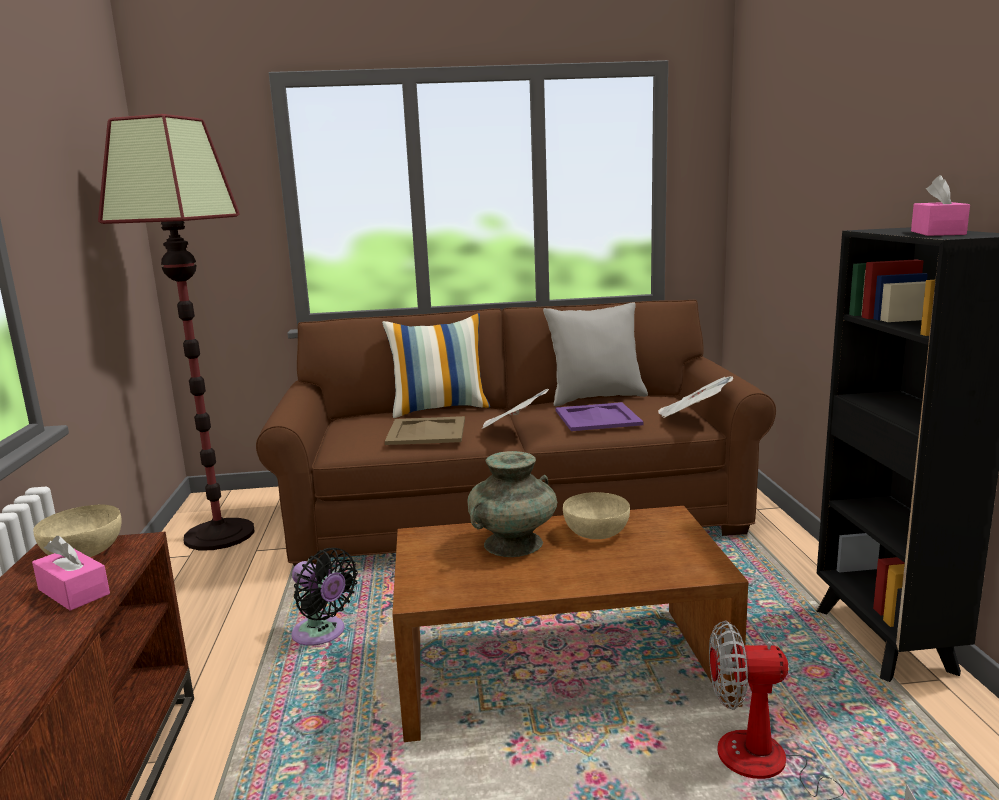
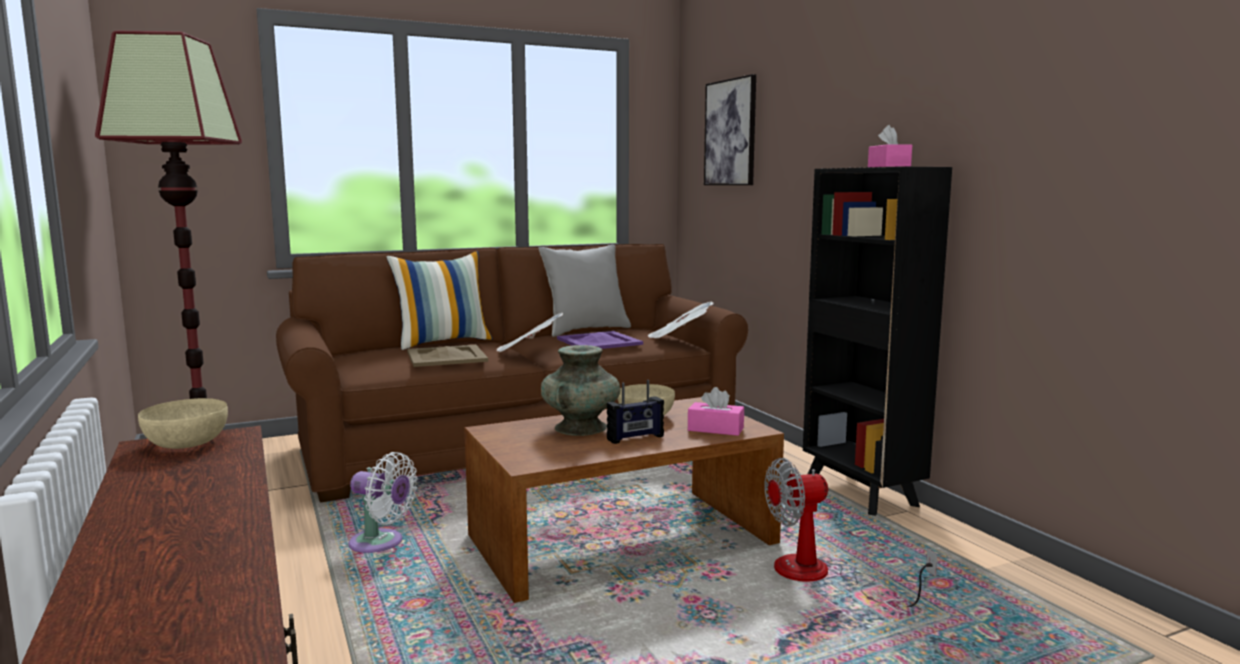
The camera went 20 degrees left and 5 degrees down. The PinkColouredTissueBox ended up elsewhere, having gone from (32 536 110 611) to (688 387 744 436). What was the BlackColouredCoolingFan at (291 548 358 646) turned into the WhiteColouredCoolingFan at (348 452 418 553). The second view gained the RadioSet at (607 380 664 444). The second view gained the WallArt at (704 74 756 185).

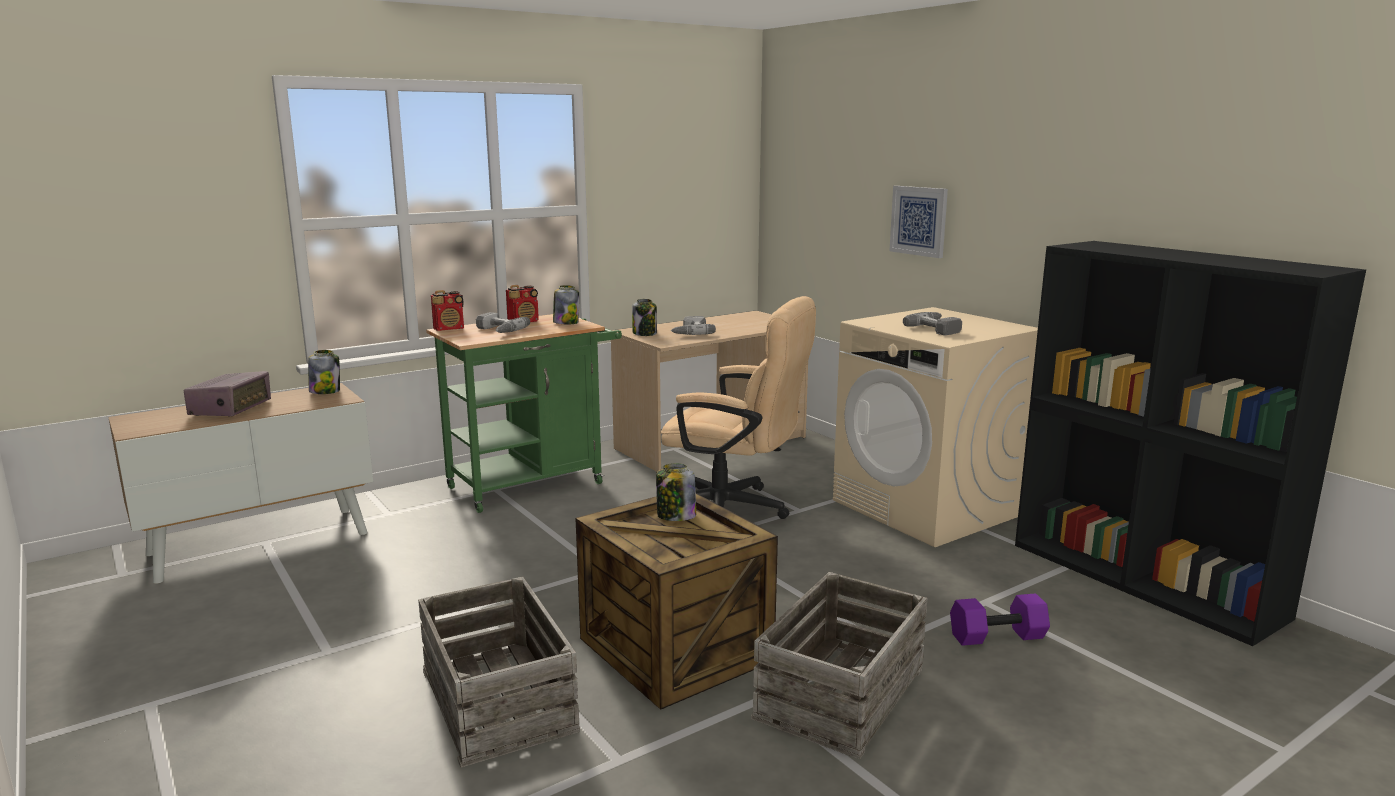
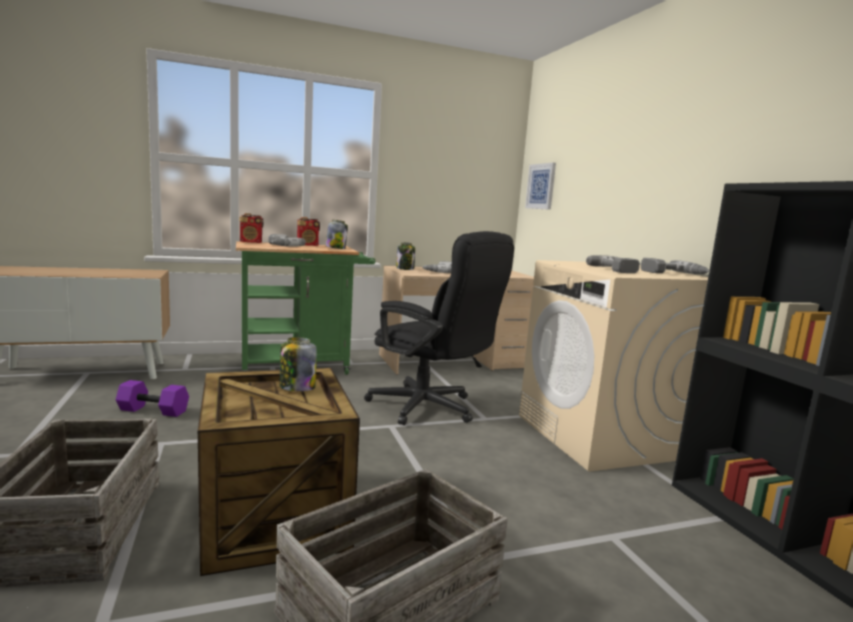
The camera went 15 degrees right and 5 degrees down. The second view lost the RadioSet at (184 371 271 417). The second view lost the PreserveJar at (308 350 340 394). What was the BeigeColouredComputerChair at (661 296 816 519) turned into the BlackColouredComputerChair at (364 231 514 425). The WallArt ended up elsewhere, having gone from (890 186 948 258) to (525 163 556 210). The PurplishDumbbell ended up elsewhere, having gone from (950 593 1050 646) to (116 380 189 417). The second view gained the PowerDrill at (641 258 709 274).

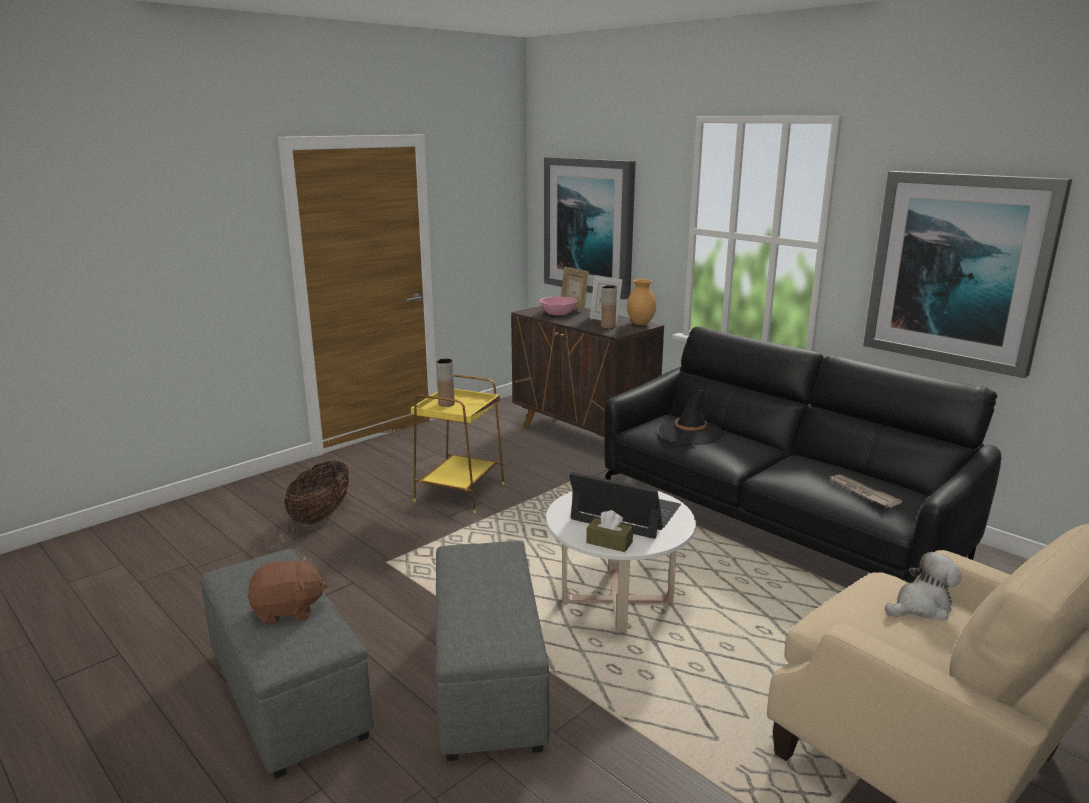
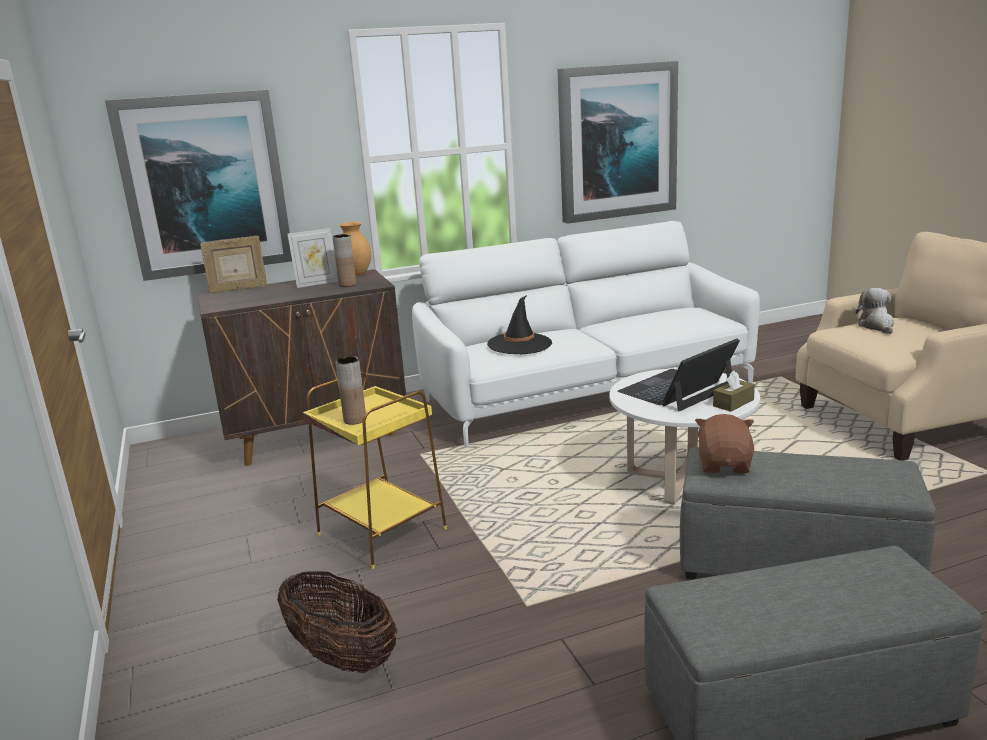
The camera went 65 degrees left and 0 degrees up. The BrownColouredPlushToy ended up elsewhere, having gone from (247 556 328 625) to (695 414 754 474). The second view lost the PinkColouredDeepDish at (540 297 577 315). What was the BlackColouredSofa at (604 327 1001 583) turned into the WhiteColouredSofa at (412 221 760 447). The second view lost the DailyPaper at (830 474 902 507).

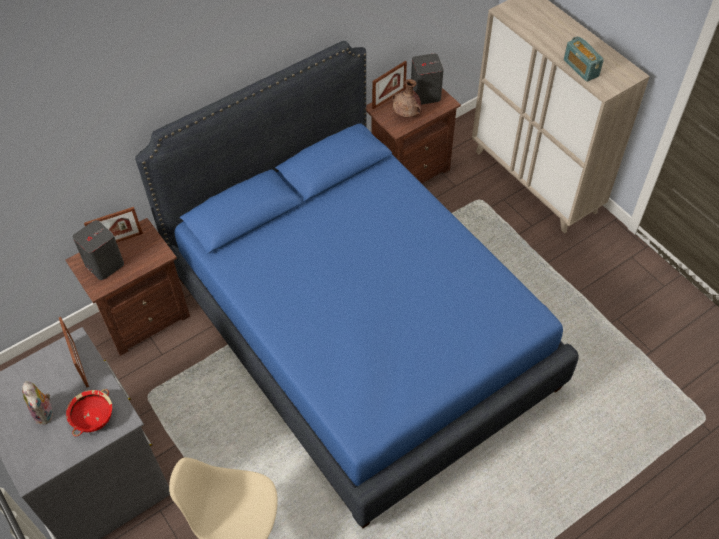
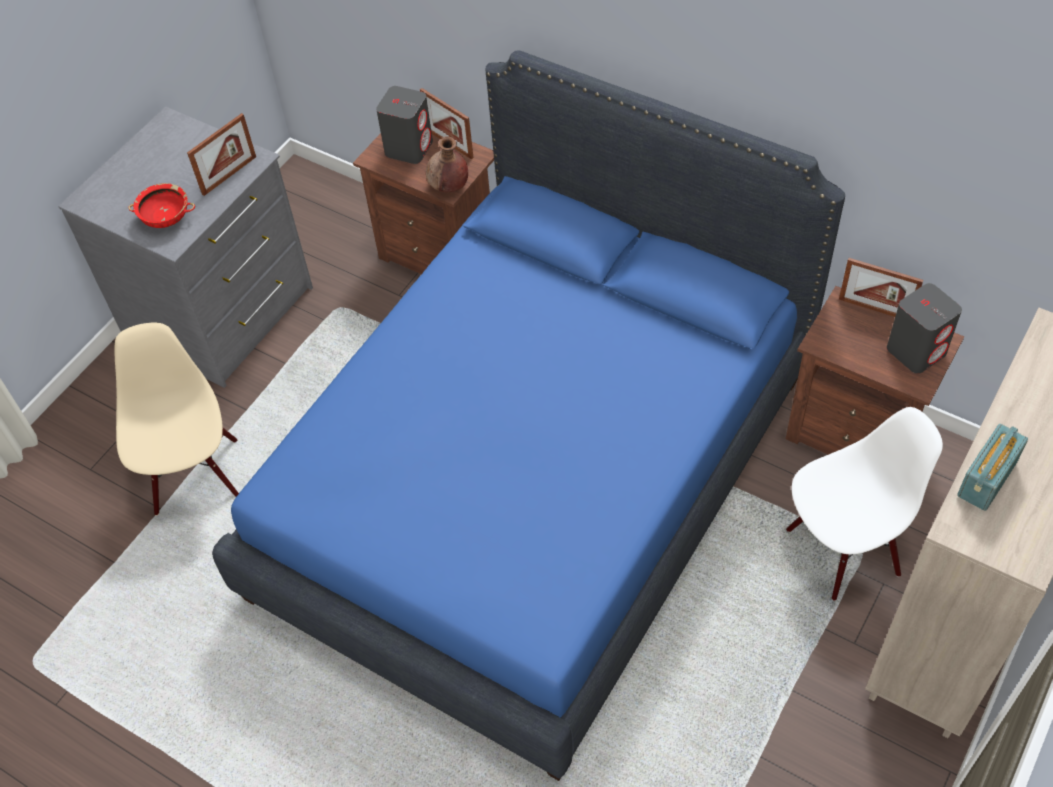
The camera went 70 degrees right and 0 degrees up. The second view lost the PlushToy at (22 381 54 425). The BrownColouredDecorativeVase ended up elsewhere, having gone from (392 79 422 118) to (426 136 468 192). The second view gained the WhiteColouredUprightChair at (786 407 943 601).

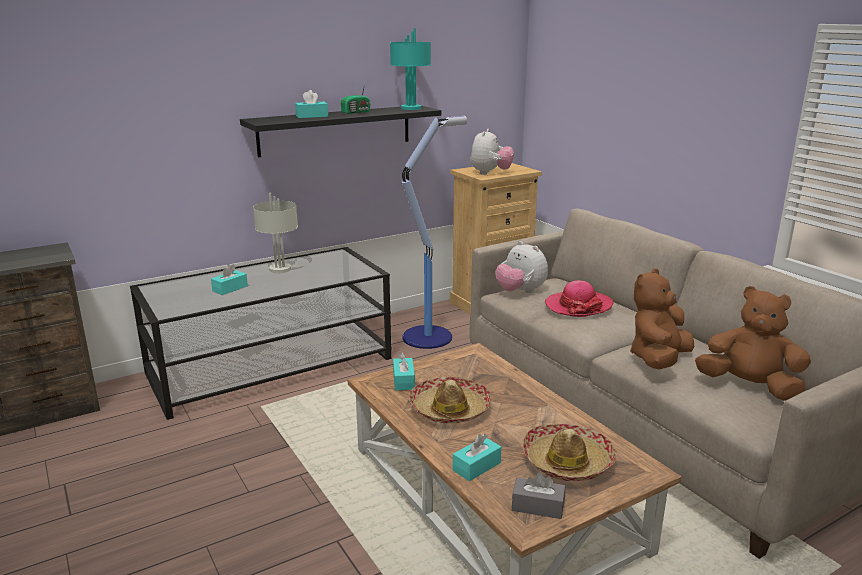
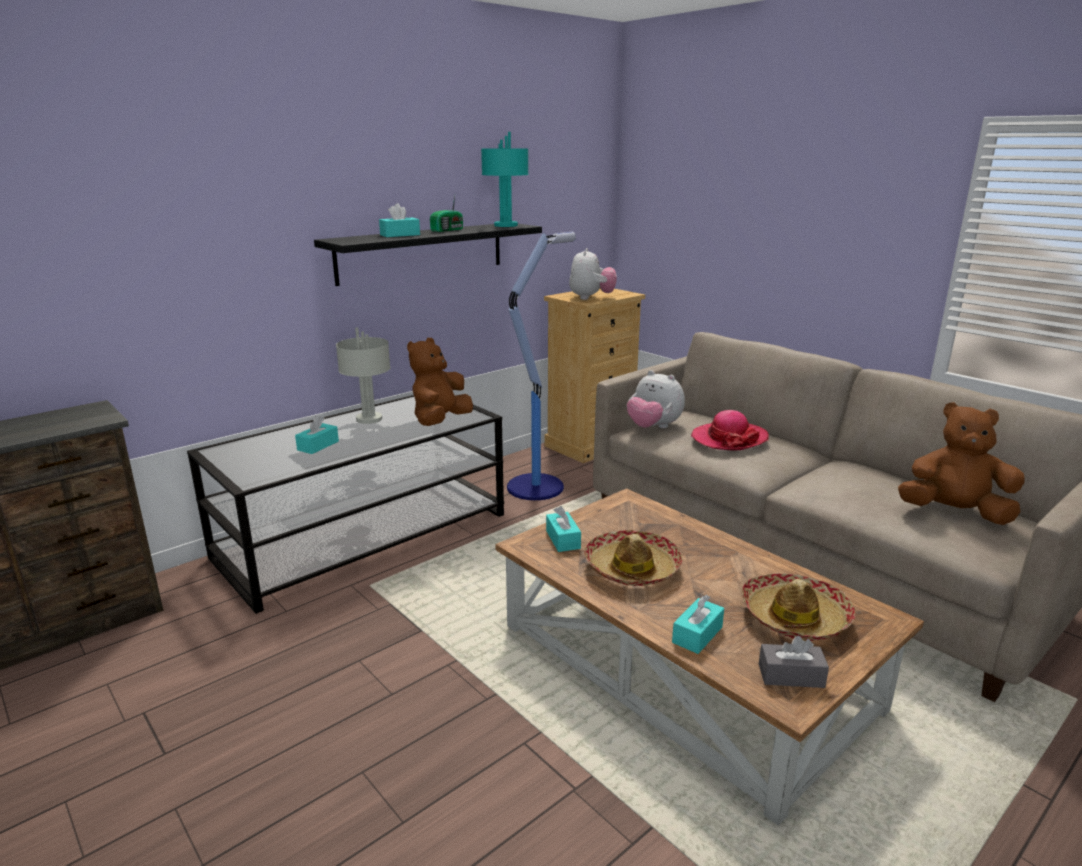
The camera went 10 degrees left and 0 degrees up. The BrownColouredPlushToy ended up elsewhere, having gone from (630 268 694 370) to (407 338 473 426).

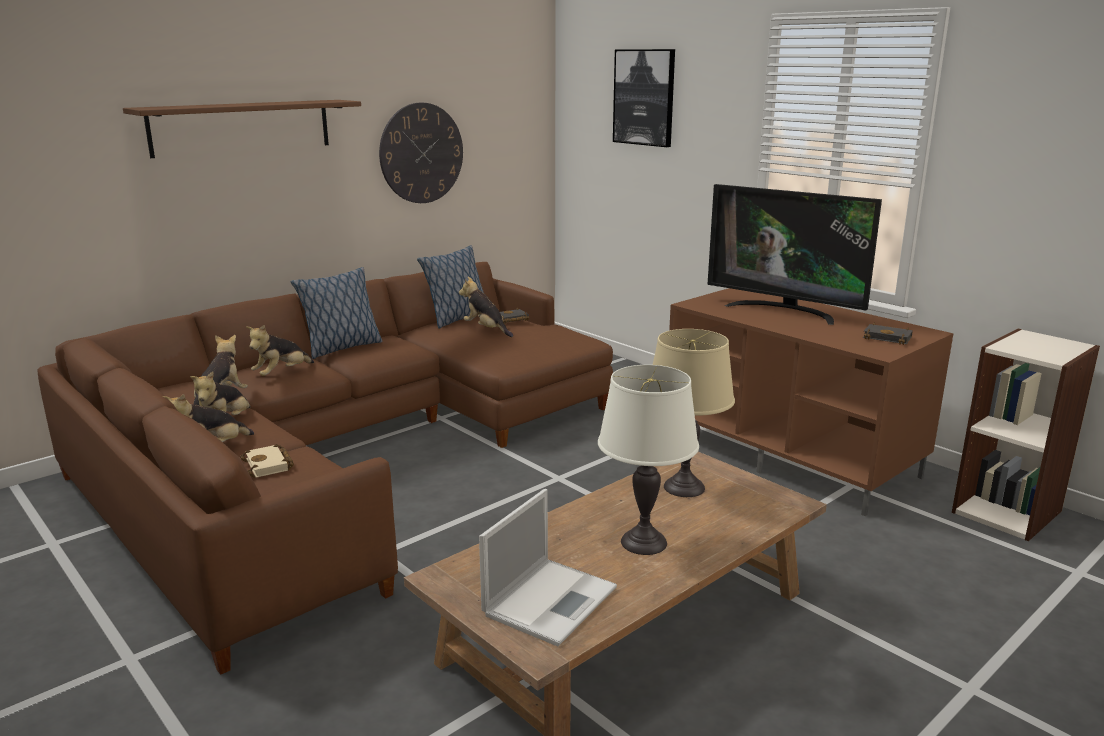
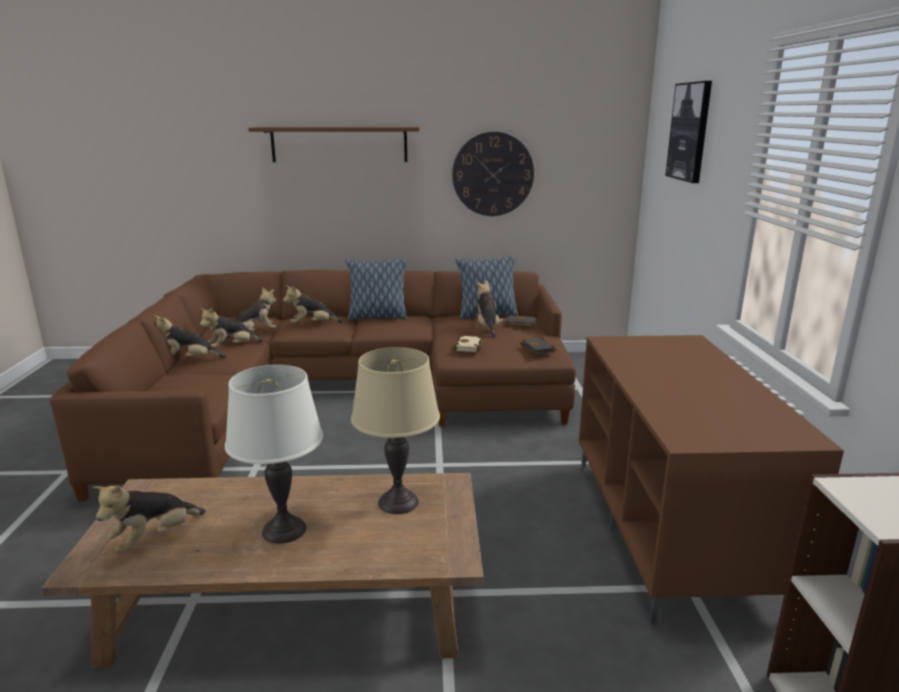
The camera went 40 degrees right and 0 degrees up. The BeigeColouredVolume ended up elsewhere, having gone from (240 444 294 478) to (453 335 484 352). Where the PortableComputer stood at (479 489 617 647), the PlushToy came to stand at (92 485 206 553). The second view lost the TvSet at (707 184 882 325). The BlackColouredVolume ended up elsewhere, having gone from (863 323 913 345) to (520 337 556 355).

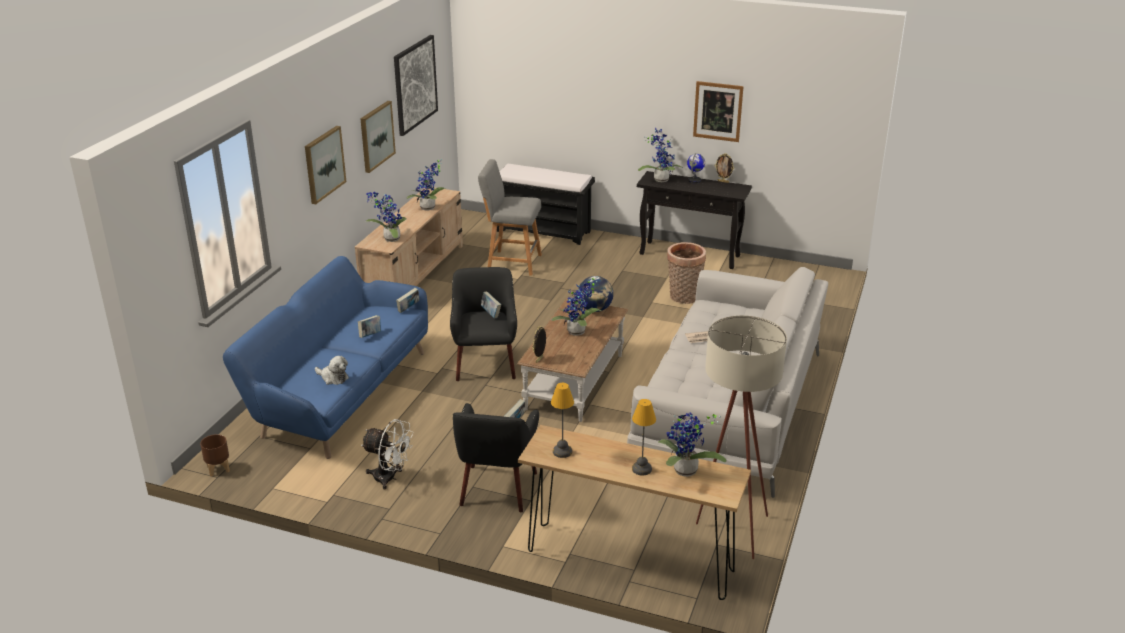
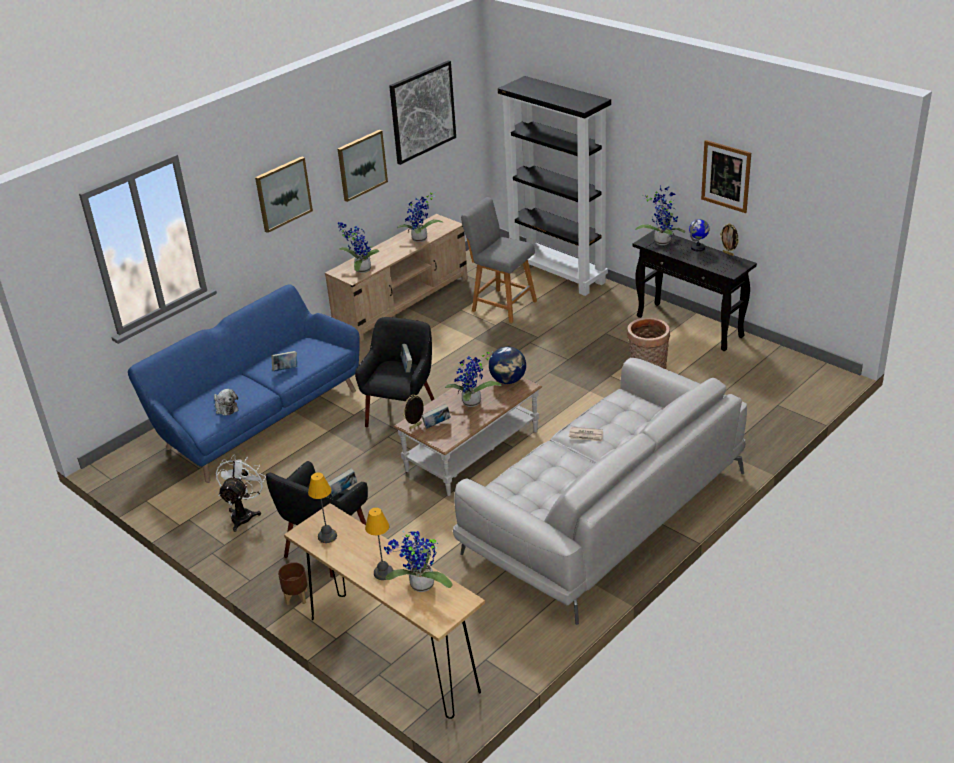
The camera went 25 degrees right and 5 degrees up. The BrownColouredFlowerPot ended up elsewhere, having gone from (200 434 230 477) to (278 562 307 605). The WhiteColouredCoolingFan at (361 419 414 490) ended up facing another way, 120 degrees counterclockwise from before. The Volume ended up elsewhere, having gone from (396 288 419 313) to (421 404 451 429). Where the BlackColouredBench stood at (497 164 595 245), the BlackColouredBookcase came to stand at (498 76 611 296). The second view lost the BeigeColouredFloorLamp at (696 315 787 559).

